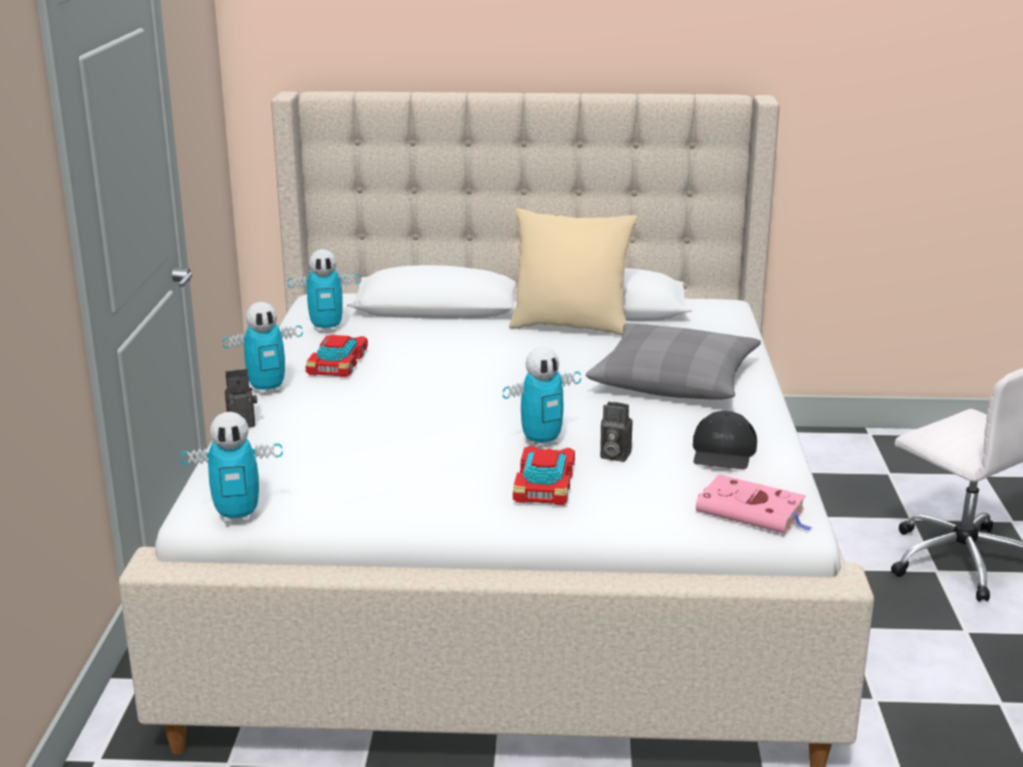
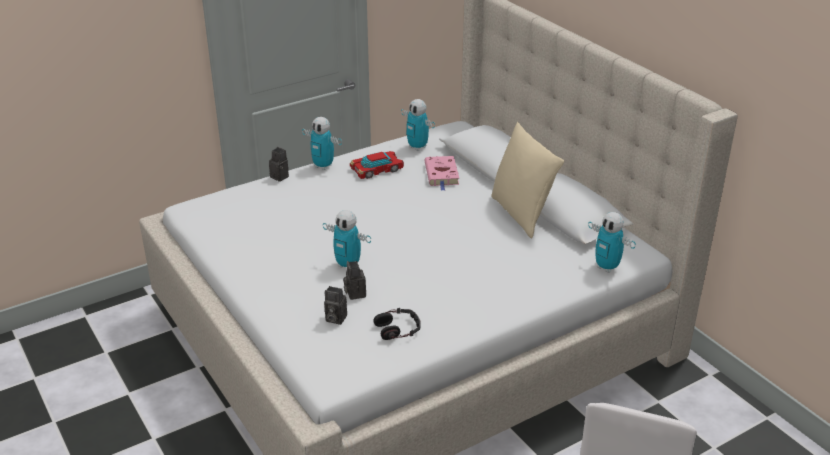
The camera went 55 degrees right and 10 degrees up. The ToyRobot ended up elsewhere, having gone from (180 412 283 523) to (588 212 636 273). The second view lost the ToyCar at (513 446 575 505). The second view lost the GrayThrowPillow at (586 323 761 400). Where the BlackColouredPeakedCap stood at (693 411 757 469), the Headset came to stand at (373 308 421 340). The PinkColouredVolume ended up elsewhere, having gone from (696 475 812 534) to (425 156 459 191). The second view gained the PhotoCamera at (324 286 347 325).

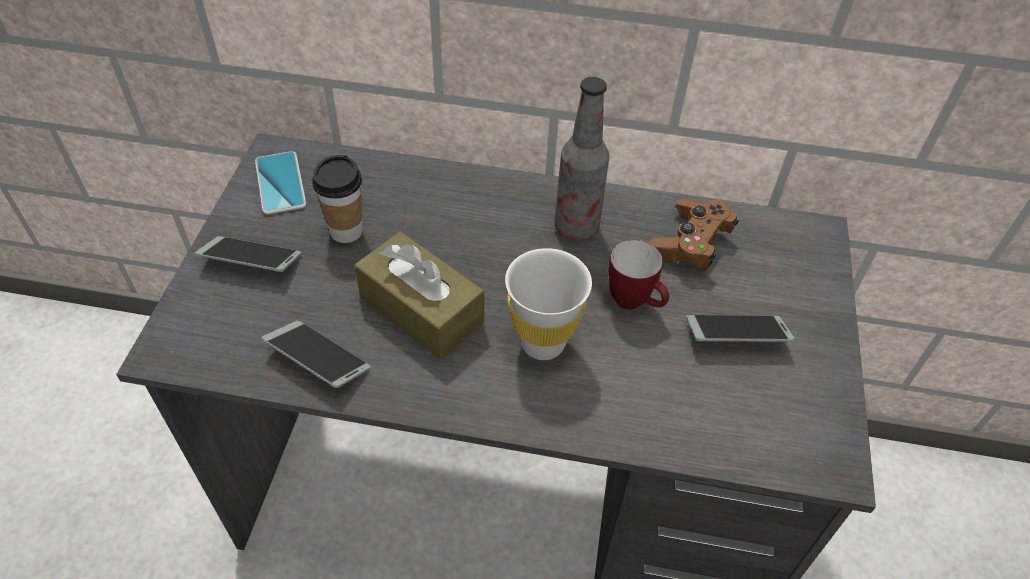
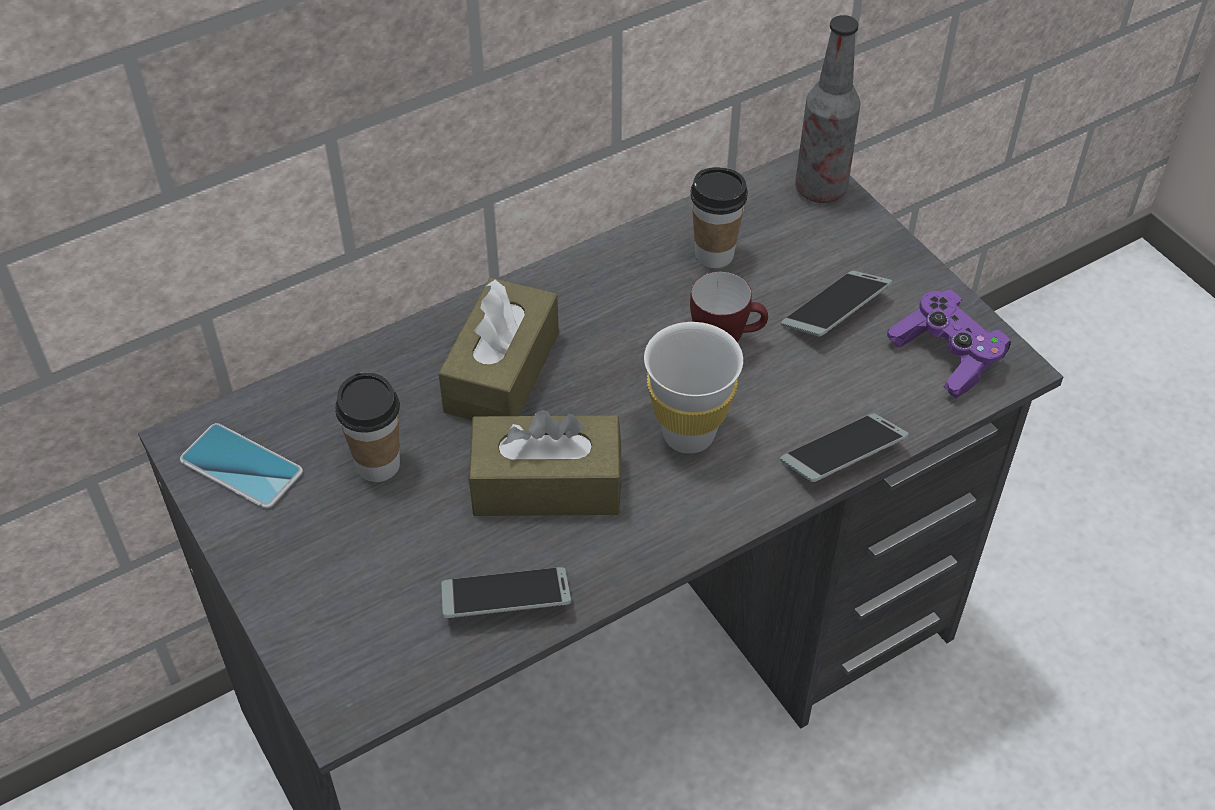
The camera went 40 degrees left and 0 degrees up. The Handset ended up elsewhere, having gone from (195 236 302 272) to (780 414 909 482). The BeverageBottle ended up elsewhere, having gone from (554 77 609 240) to (795 15 860 203). Where the BrownColouredGamepad stood at (648 199 739 271), the Cup came to stand at (690 167 748 268). The second view gained the BrownColouredTissueBox at (438 278 559 420). The second view gained the PurplishGamepad at (887 290 1011 398).

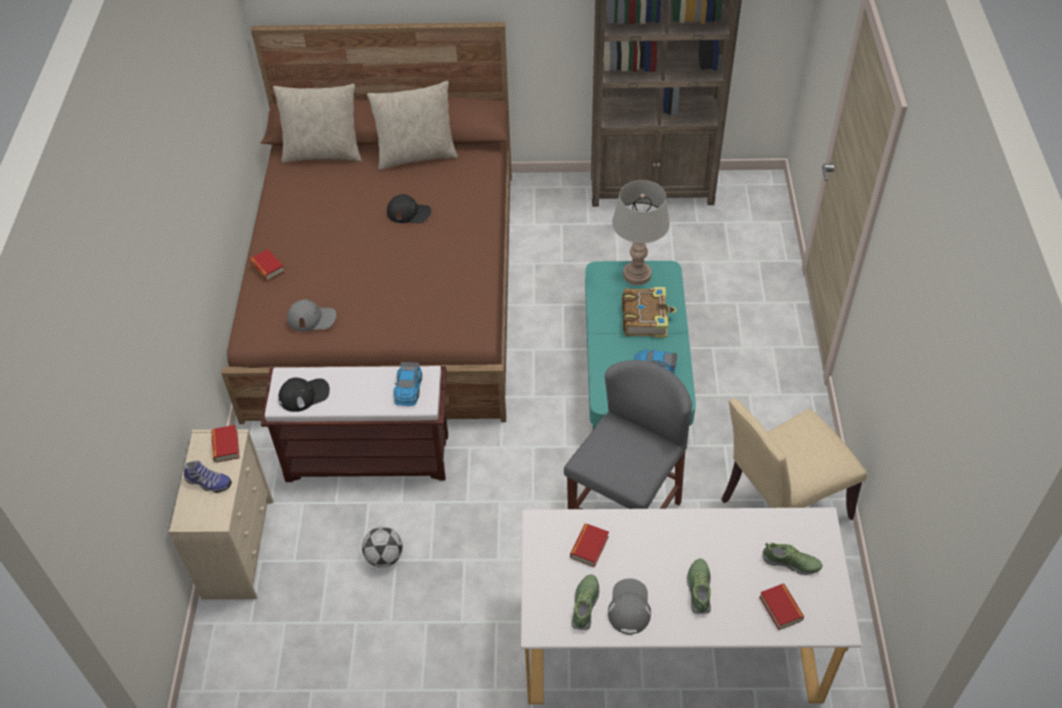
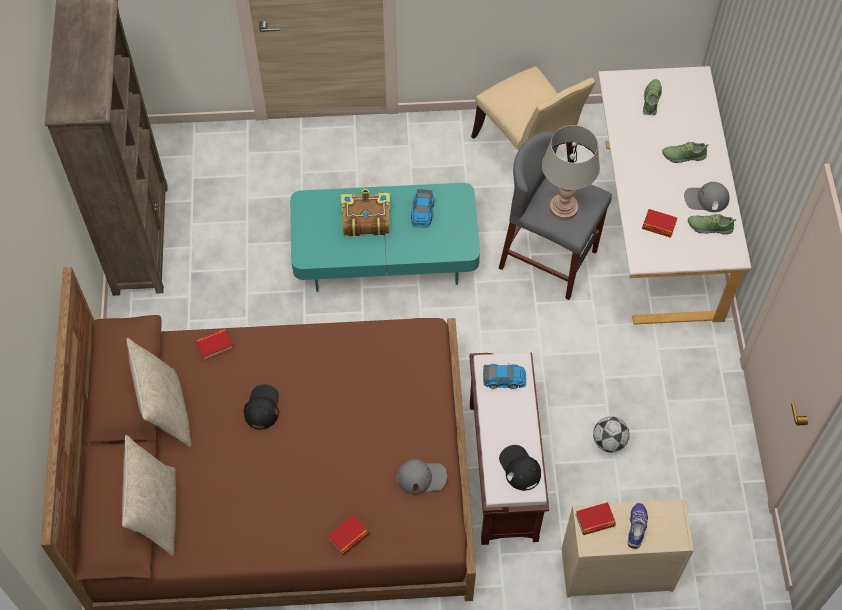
The camera went 95 degrees left and 10 degrees up. The GrayPeakedCap at (287 299 336 332) ended up facing another way, 90 degrees clockwise from before. The GrayLampForATable ended up elsewhere, having gone from (612 180 670 285) to (542 125 600 220). The Volume ended up elsewhere, having gone from (759 584 804 630) to (196 329 233 361).

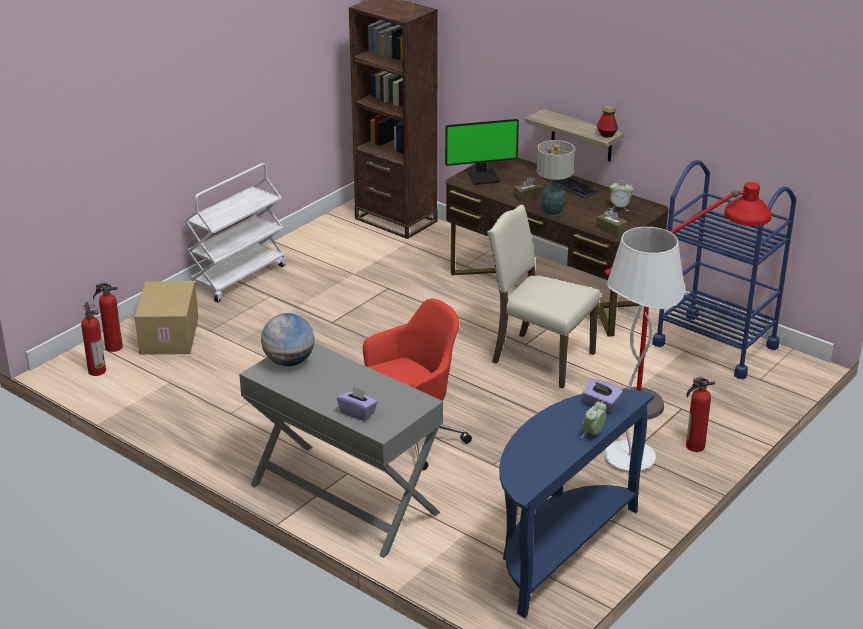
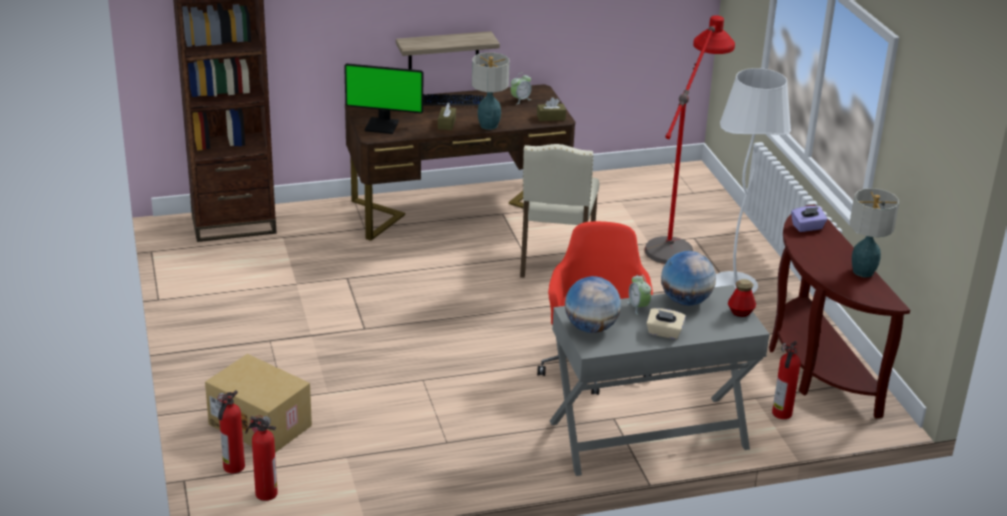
The camera went 55 degrees left and 0 degrees up. The second view lost the WhiteColouredTrolley at (184 163 286 303). The second view lost the PurplishTissueBox at (337 386 378 421). The Monitor at (445 119 519 185) ended up facing another way, 75 degrees clockwise from before. The BeigeColouredUprightChair at (487 205 601 389) ended up facing another way, 60 degrees counterclockwise from before. What was the BlueColouredConsoleTable at (499 389 654 618) turned into the BrownColouredConsoleTable at (769 204 910 419). The BedsideClock ended up elsewhere, having gone from (581 402 606 438) to (627 275 651 315). The BeverageBottle ended up elsewhere, having gone from (597 106 618 138) to (728 279 756 317). The second view lost the BlueColouredTrolley at (652 160 796 379). The FireExtinguisher ended up elsewhere, having gone from (686 377 715 452) to (772 341 800 419). The second view gained the BeigeColouredTissueBox at (646 308 686 339). The second view gained the WorldGlobe at (661 251 716 306). The second view gained the LampForATable at (850 188 899 278).

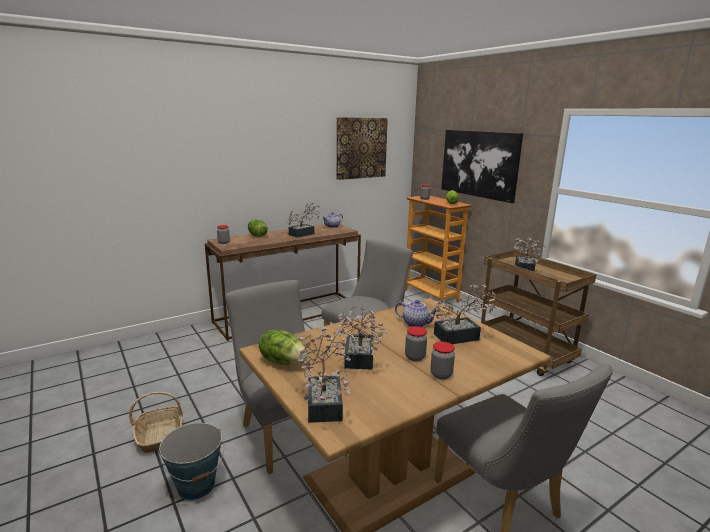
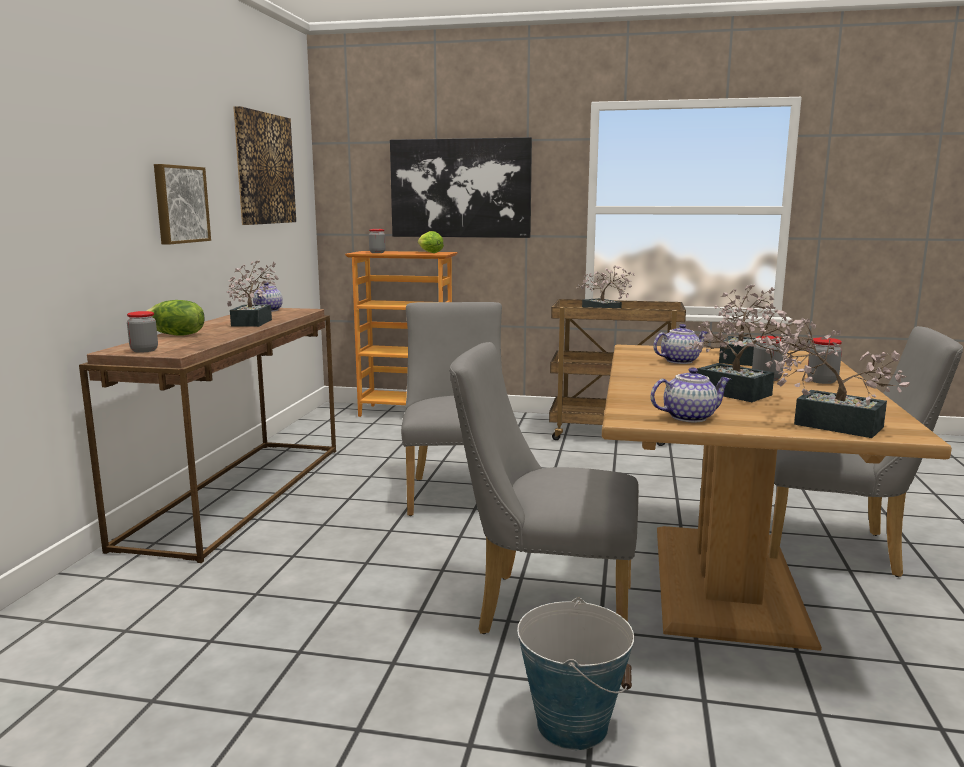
The camera went 45 degrees left and 5 degrees down. The second view lost the Basket at (129 392 183 453). Where the HeadOfLettuce stood at (259 330 308 365), the Teapot came to stand at (651 367 731 422). The second view gained the WallArt at (154 164 211 244).

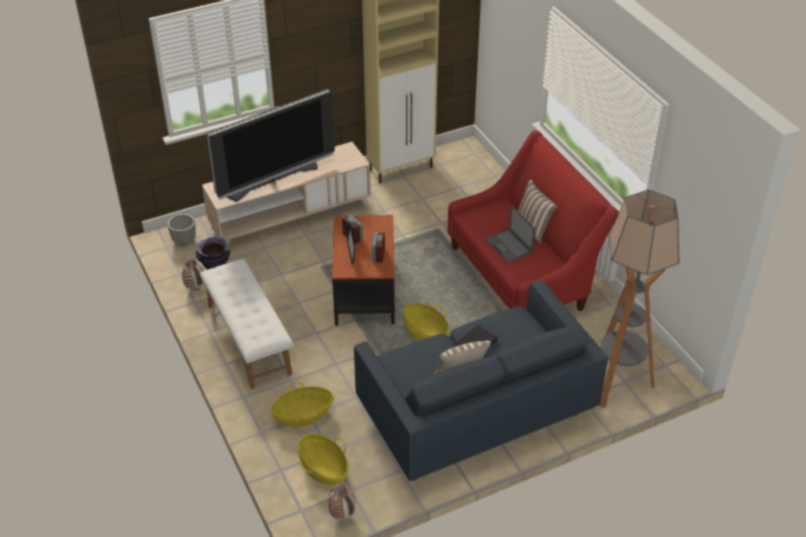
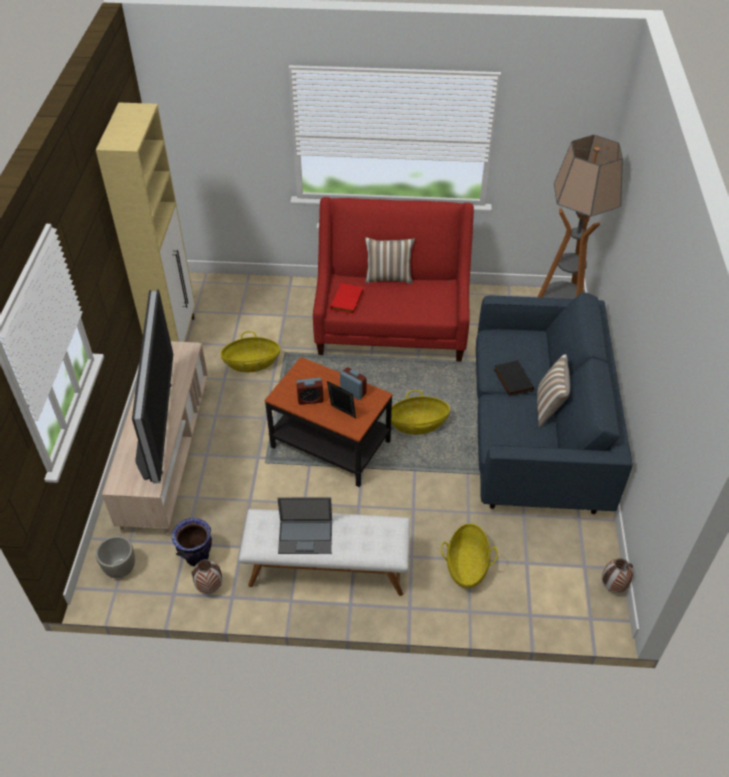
The camera went 60 degrees left and 5 degrees up. The Basket ended up elsewhere, having gone from (298 434 349 485) to (220 331 280 372). The PortableComputer ended up elsewhere, having gone from (485 206 535 263) to (278 497 332 554). The second view gained the ReddishVolume at (330 283 364 314).

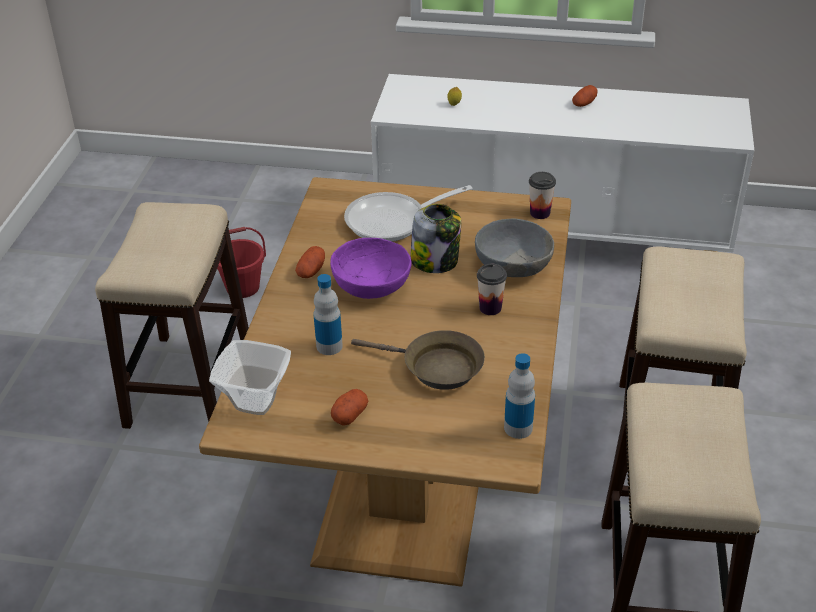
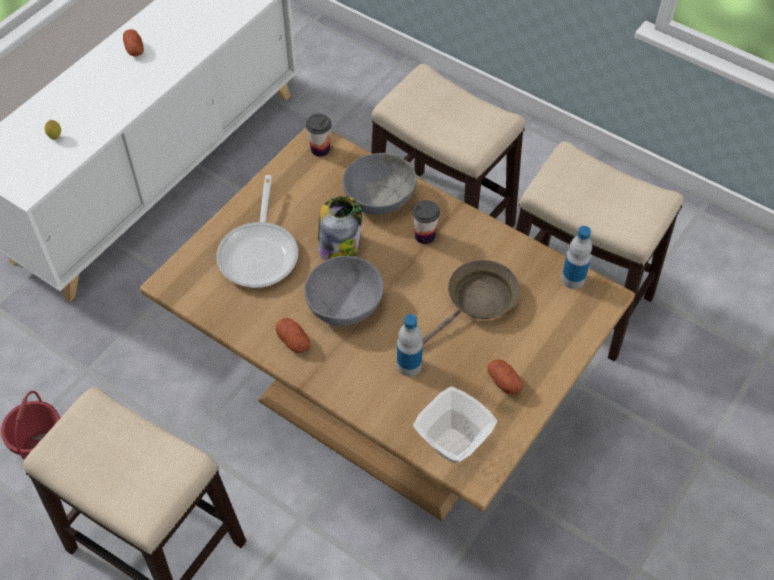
The camera went 65 degrees left and 15 degrees up. What was the PurplishDeepDish at (330 238 411 299) turned into the GrayDeepDish at (304 256 384 326).

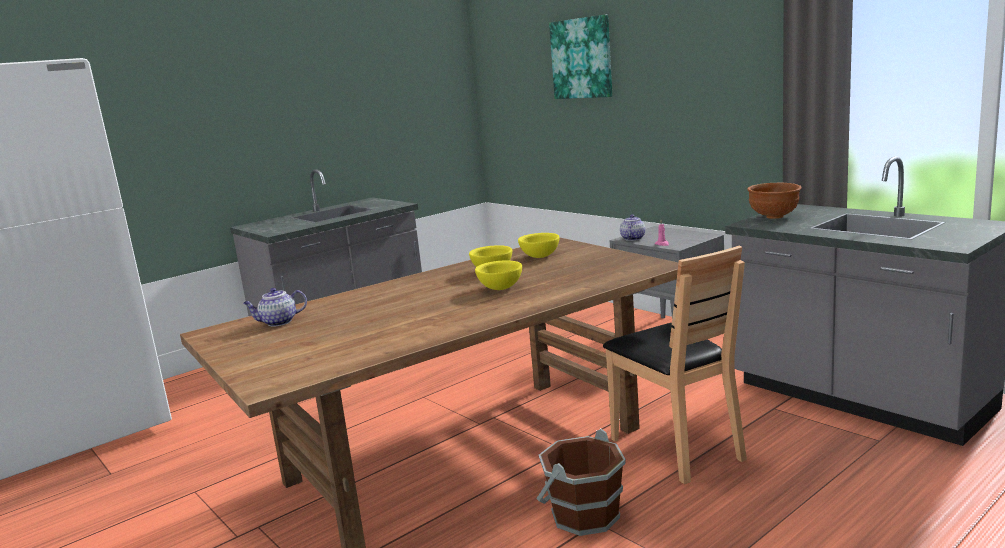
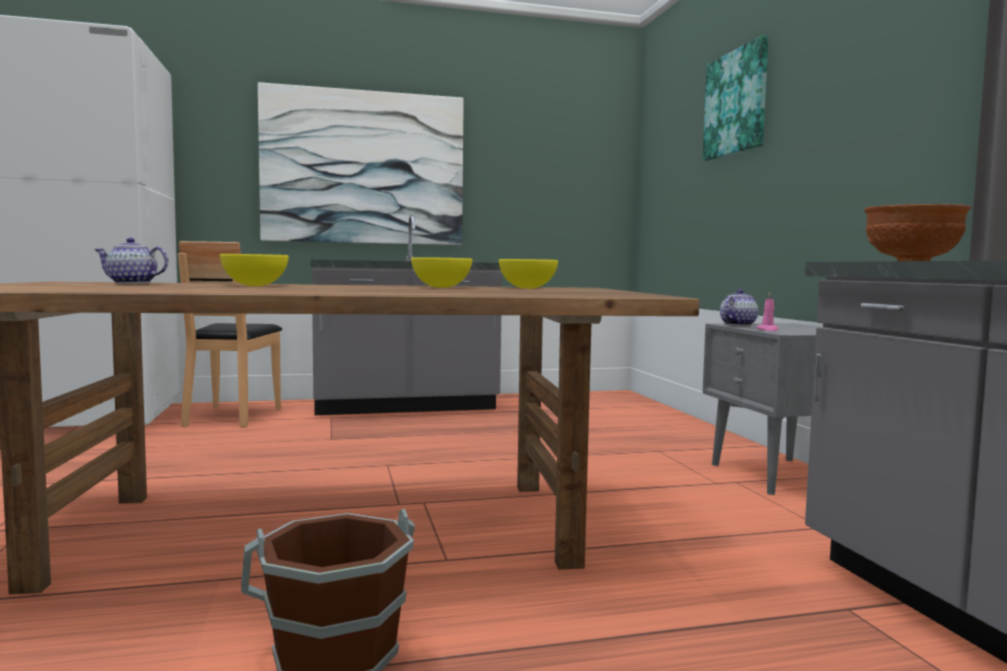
The camera went 25 degrees right and 10 degrees down. The YellowDeepDish ended up elsewhere, having gone from (475 260 522 290) to (220 254 289 286). The BrownColouredUprightChair ended up elsewhere, having gone from (603 246 747 484) to (178 241 282 428). The second view gained the WallArt at (258 82 464 245).

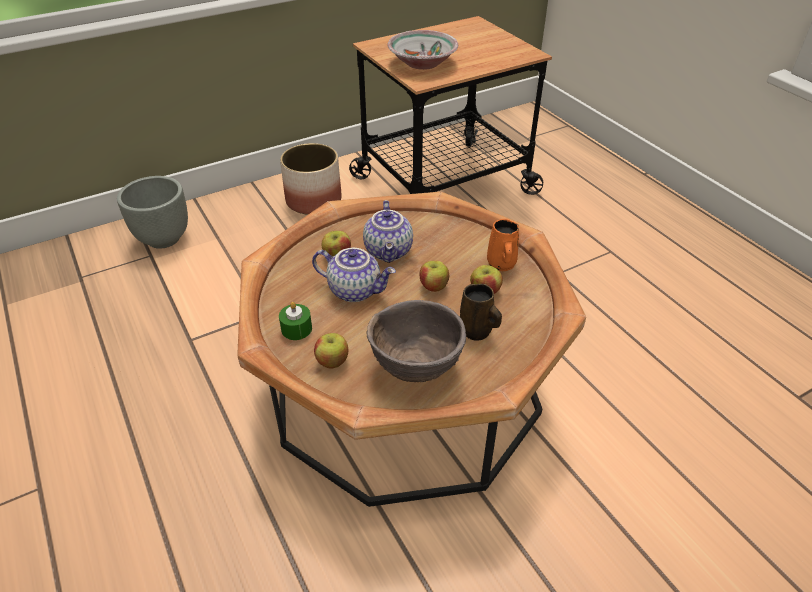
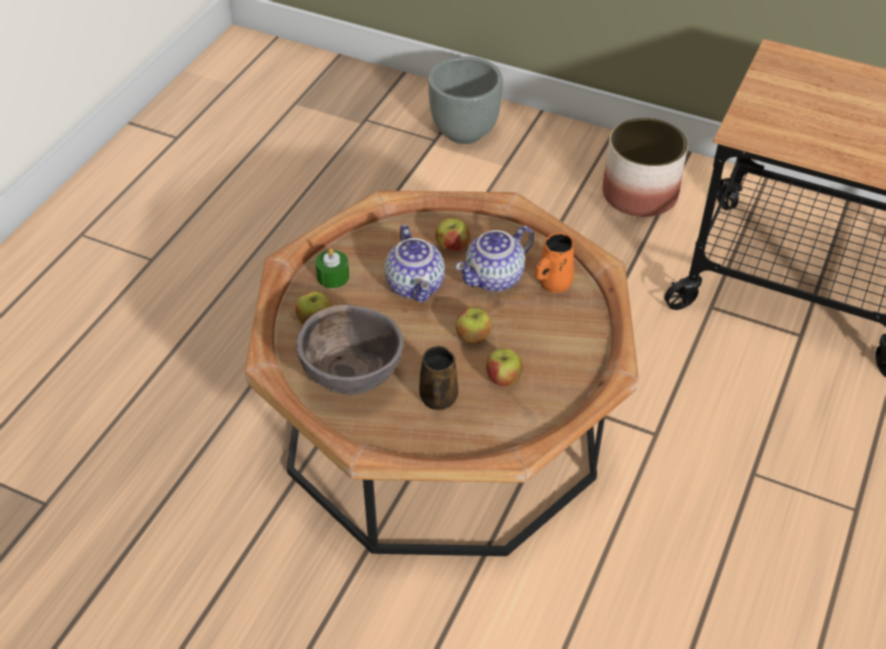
The camera went 55 degrees right and 5 degrees up. The second view lost the DeepDish at (387 30 458 70). The OrangeColouredMug ended up elsewhere, having gone from (487 219 519 271) to (535 233 574 293).

